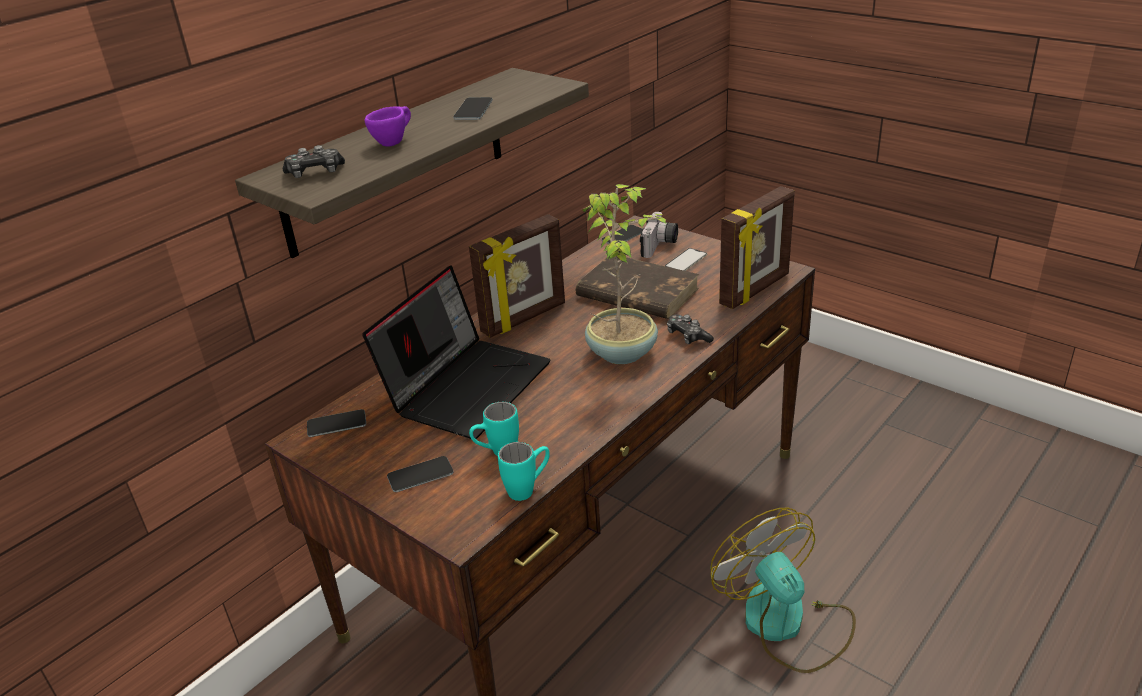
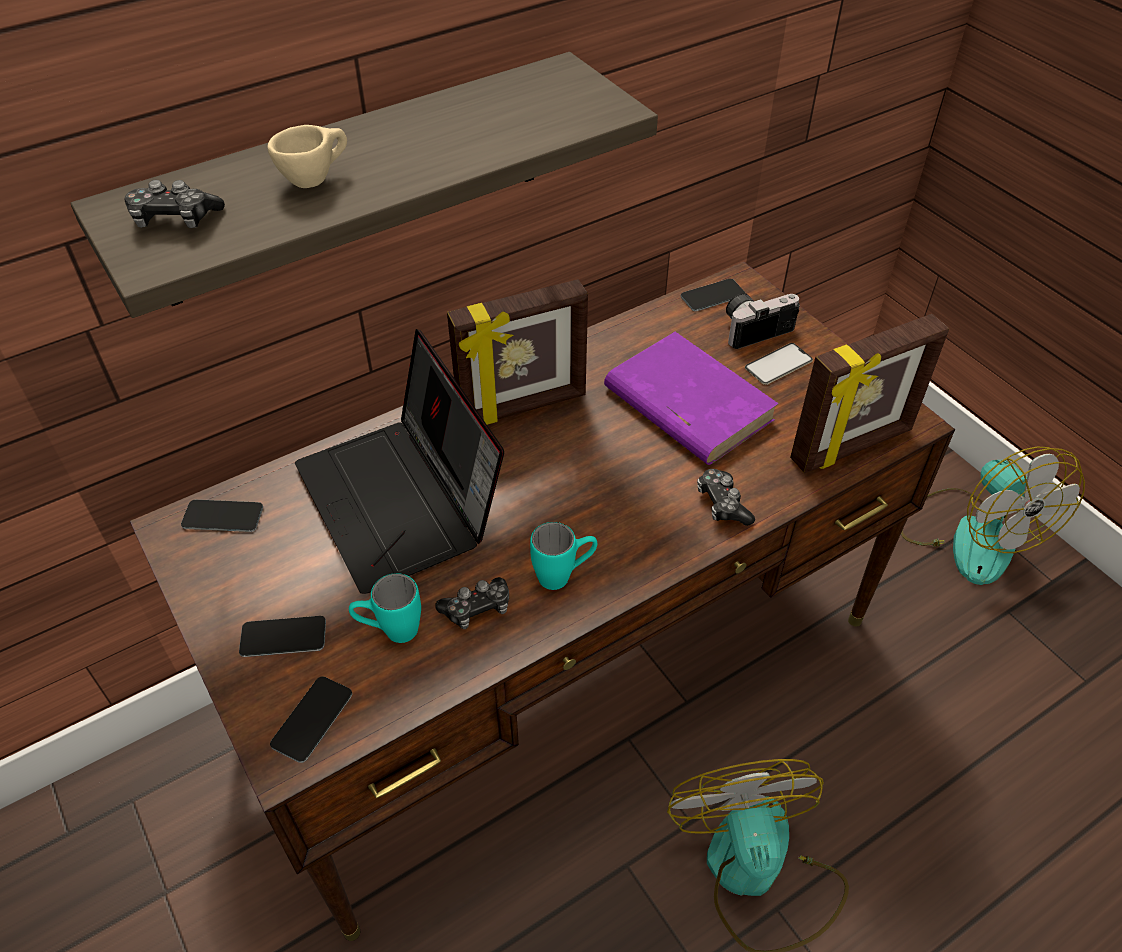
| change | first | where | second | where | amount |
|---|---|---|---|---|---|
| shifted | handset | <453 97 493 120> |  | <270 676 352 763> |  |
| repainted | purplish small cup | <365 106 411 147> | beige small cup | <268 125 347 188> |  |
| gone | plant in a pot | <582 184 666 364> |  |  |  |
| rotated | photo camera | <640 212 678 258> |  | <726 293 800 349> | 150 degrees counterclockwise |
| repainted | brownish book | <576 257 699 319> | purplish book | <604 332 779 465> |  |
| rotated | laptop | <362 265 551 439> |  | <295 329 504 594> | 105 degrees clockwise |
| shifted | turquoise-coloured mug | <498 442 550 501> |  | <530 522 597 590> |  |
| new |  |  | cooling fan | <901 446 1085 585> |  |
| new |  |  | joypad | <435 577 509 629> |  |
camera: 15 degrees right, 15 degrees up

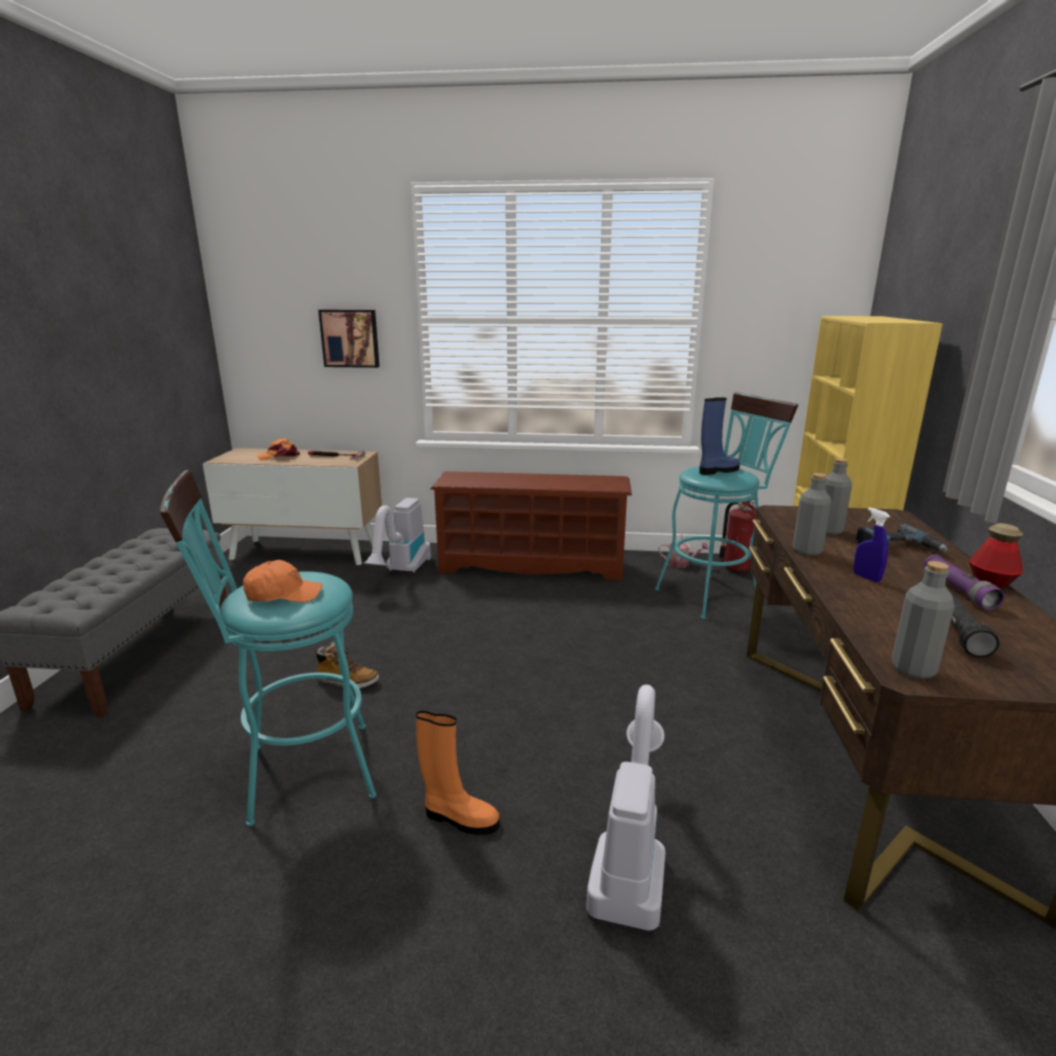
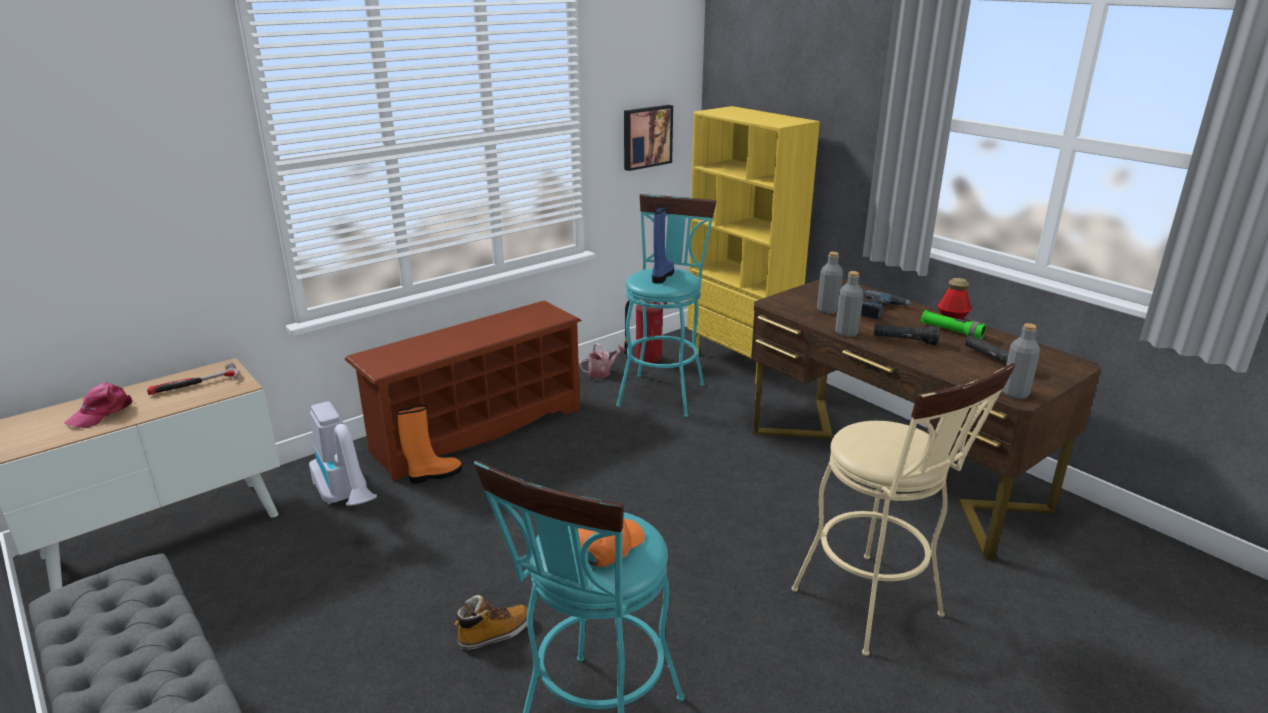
| change | first | where | second | where | amount |
|---|---|---|---|---|---|
| shifted | wall picture | <318 310 380 368> |  | <624 105 673 171> |  |
| repainted | orange cap | <256 438 300 460> | pinkish cap | <64 382 132 428> |  |
| swapped | blue spray bottle | <854 507 890 583> | black-coloured flashlight | <874 324 940 345> |  |
| repainted | purplish flashlight | <923 555 1004 610> | greenish flashlight | <921 310 986 340> |  |
| swapped | vacuum | <586 685 666 930> | beige stool | <791 363 1016 656> |  |
| shifted | orange boot | <416 711 500 835> |  | <397 405 462 484> |  |
camera: 45 degrees left, 5 degrees up

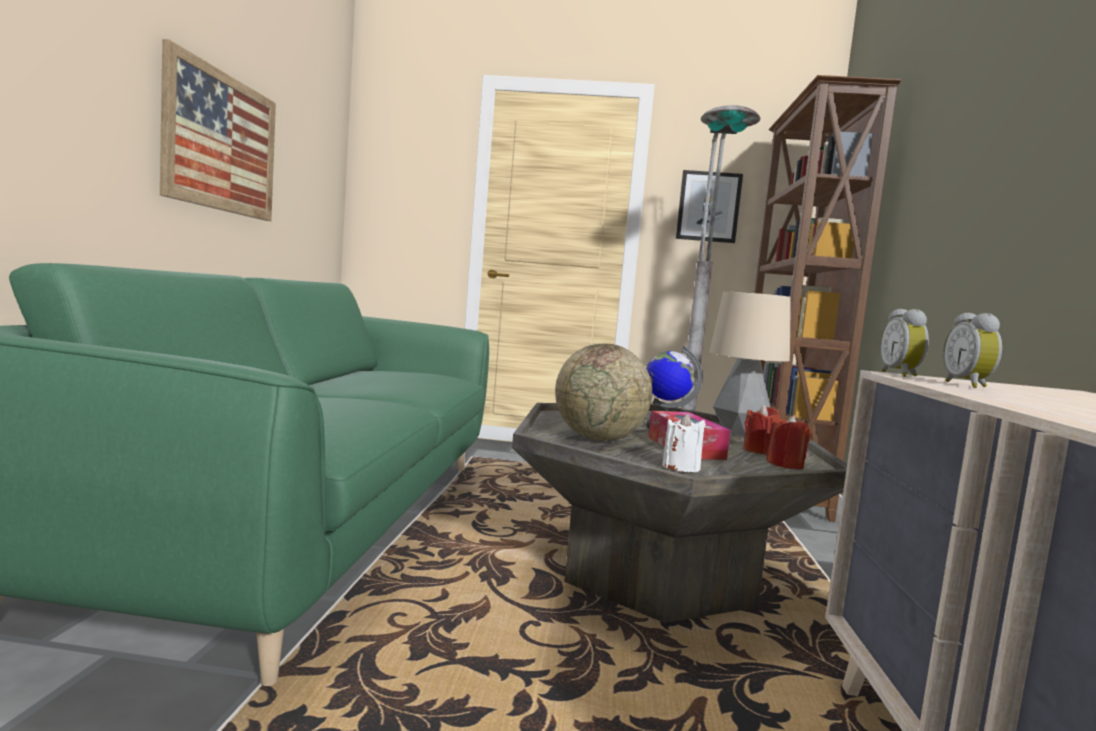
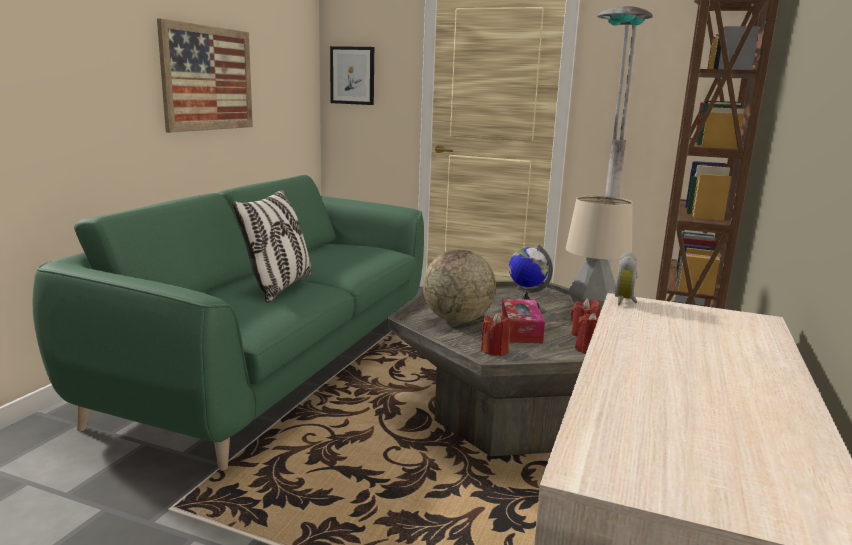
| change | first | where | second | where | amount |
|---|---|---|---|---|---|
| shifted | wall picture | <676 170 743 243> |  | <330 46 374 105> |  |
| gone | table clock | <943 313 1002 388> |  |  |  |
| repainted | whitish wax candle | <663 413 706 472> | red wax candle | <481 313 511 356> |  |
| new |  |  | pillow | <232 189 312 303> |  |
camera: 15 degrees right, 10 degrees up

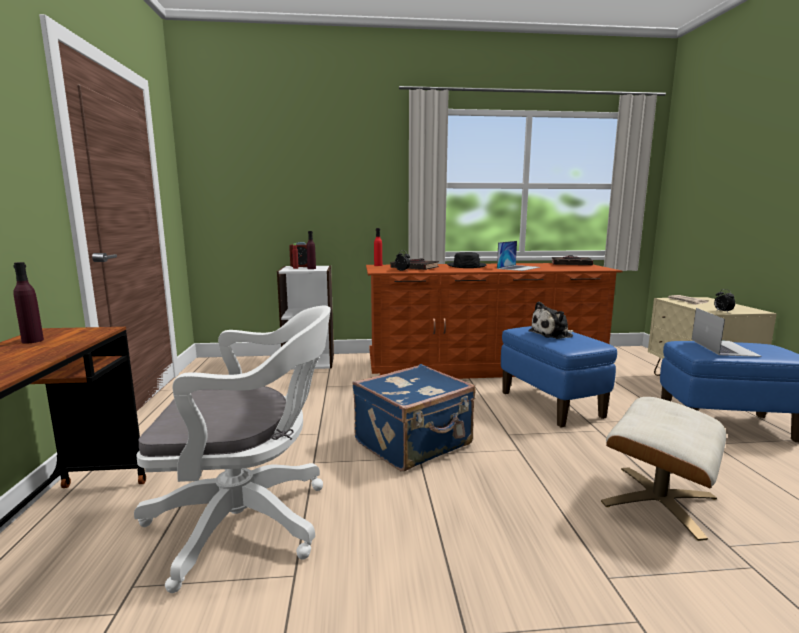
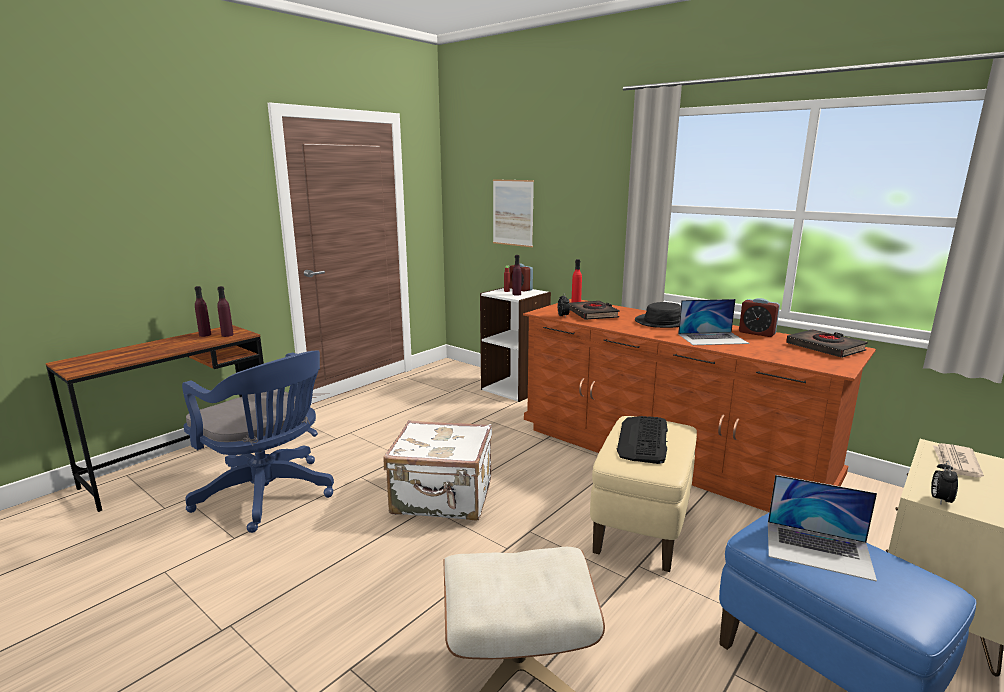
| change | first | where | second | where | amount |
|---|---|---|---|---|---|
| swapped | cuddly toy | <528 301 574 339> | PC keyboard | <617 416 668 464> |  |
| repainted | whitish office chair | <134 306 331 593> | blue office chair | <182 350 334 533> |  |
| rotated | laptop | <692 308 762 357> |  | <768 475 877 582> | 60 degrees clockwise |
| repainted | blue ottoman | <501 326 617 427> | beige ottoman | <590 416 697 572> |  |
| repainted | blue travel case | <352 364 476 471> | whitish travel case | <384 420 492 521> |  |
| new |  |  | wall picture | <493 179 534 247> |  |
| new |  |  | purplish bottle | <217 286 234 337> |  |
| new |  |  | table clock | <739 298 780 337> |  |
camera: 45 degrees right, 5 degrees up

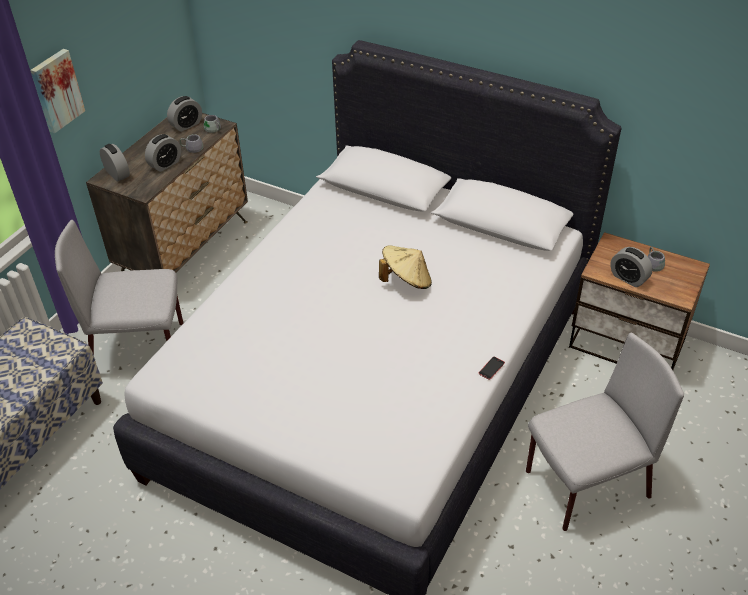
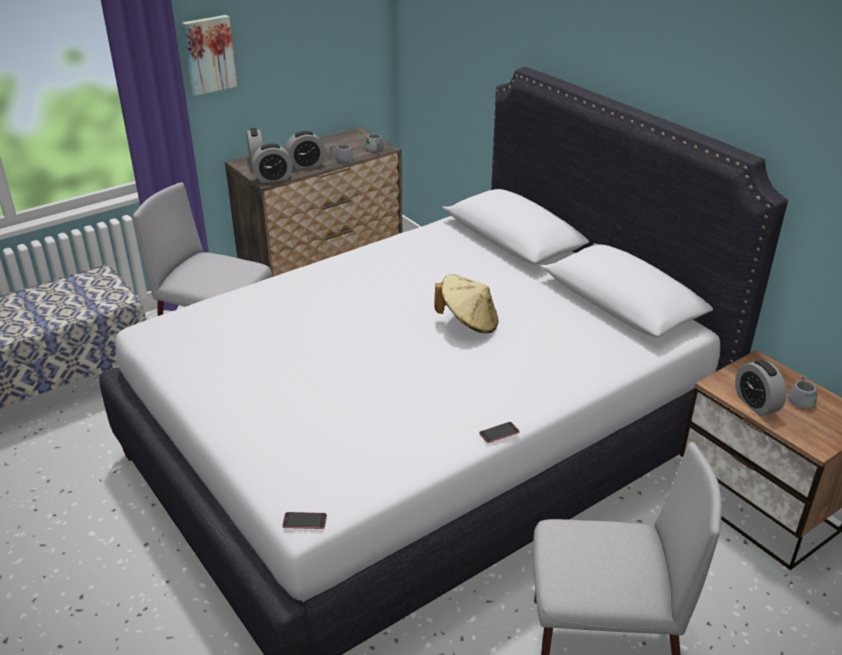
| change | first | where | second | where | amount |
|---|---|---|---|---|---|
| shifted | table clock | <167 96 202 132> |  | <252 144 293 183> |  |
| new |  |  | handset | <282 512 327 529> |  |
camera: 25 degrees right, 10 degrees down

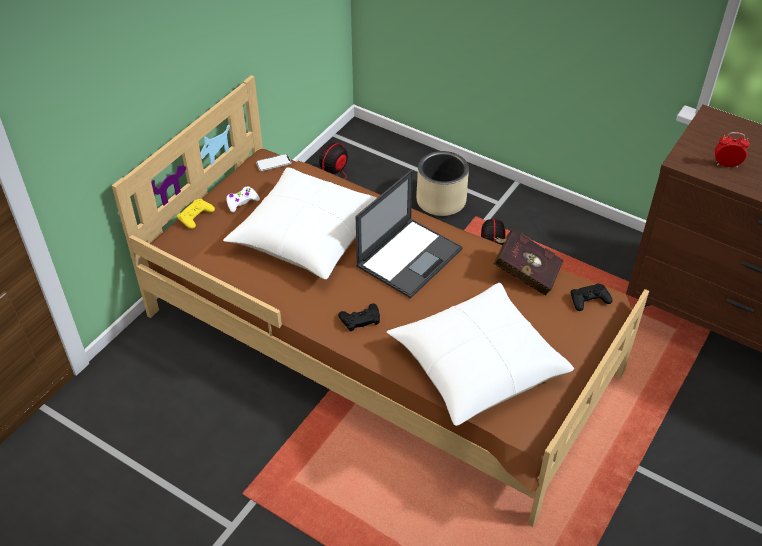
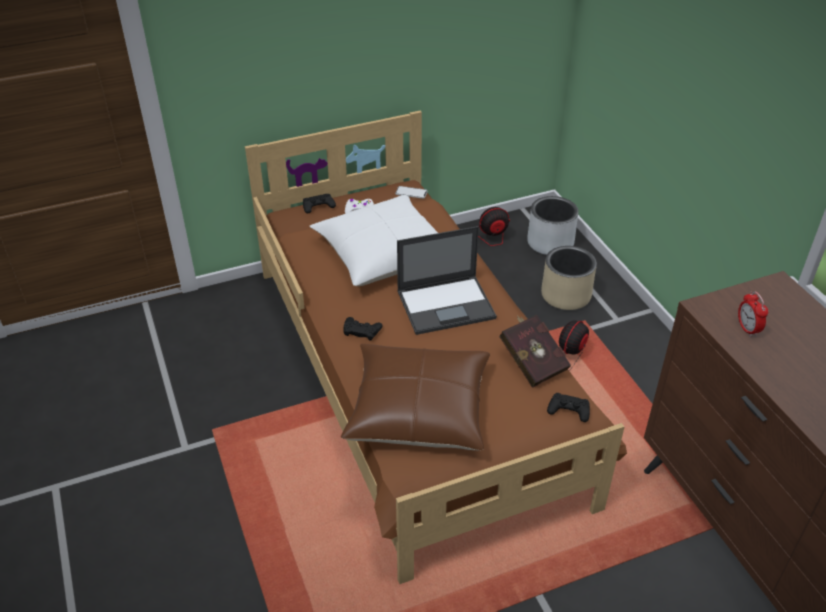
| change | first | where | second | where | amount |
|---|---|---|---|---|---|
| rotated | table clock | <715 132 750 168> |  | <738 291 768 337> | 150 degrees counterclockwise |
| repainted | yellow joypad | <177 199 215 229> | black-coloured joypad | <303 194 336 213> |  |
| repainted | whitish pillow | <387 283 574 426> | brownish pillow | <341 344 490 450> |  |
| new |  |  | grey flower pot | <527 196 579 255> |  |
camera: 35 degrees right, 5 degrees down

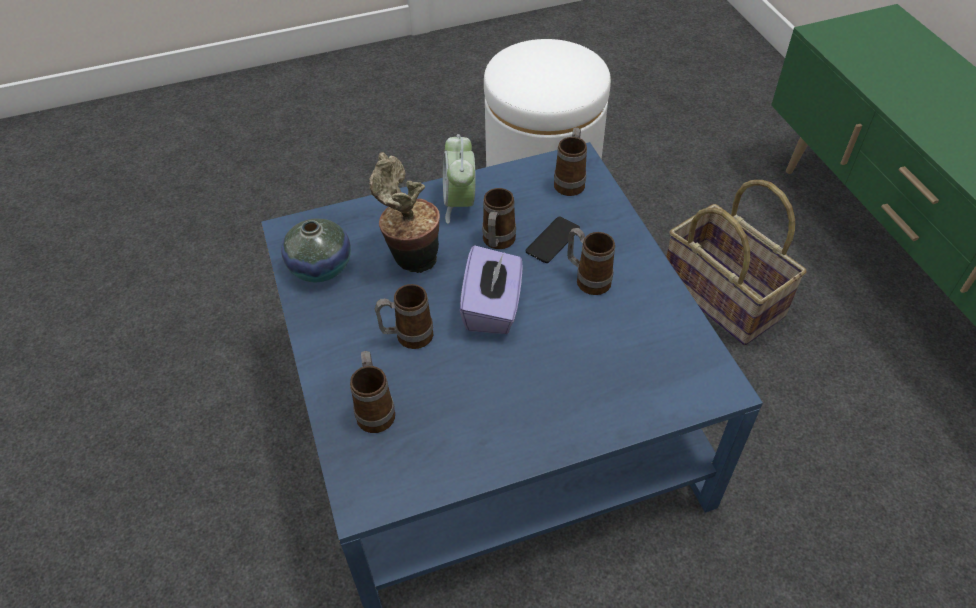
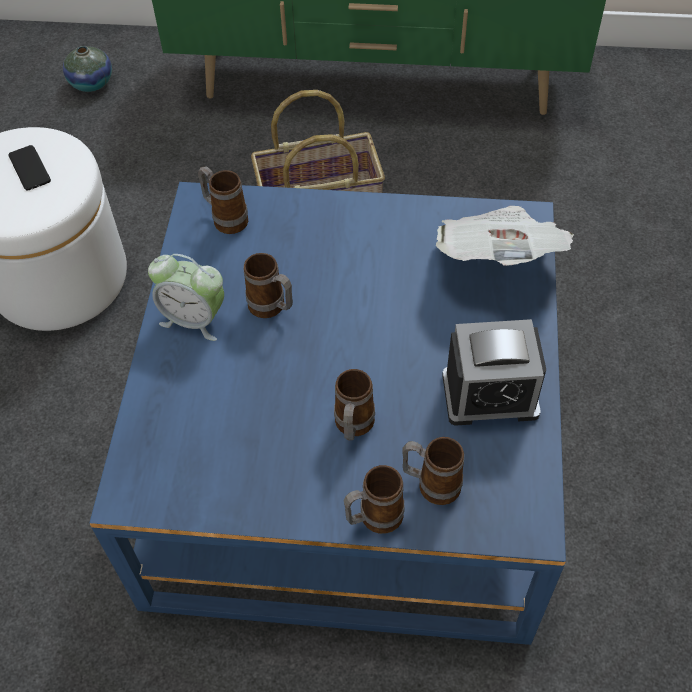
| change | first | where | second | where | amount |
|---|---|---|---|---|---|
| gone | plant in a pot | <369 152 440 273> |  |  |  |
| shifted | handset | <526 217 580 263> |  | <9 145 51 191> |  |
| shifted | flower vase | <281 218 351 282> |  | <63 46 112 92> |  |
| shifted | mug | <567 228 615 295> |  | <344 465 404 534> |  |
| gone | purplish tissue box | <460 245 523 334> |  |  |  |
| new |  |  | daily paper | <436 206 574 266> |  |
| new |  |  | table clock | <442 319 546 426> |  |
camera: 65 degrees left, 5 degrees up

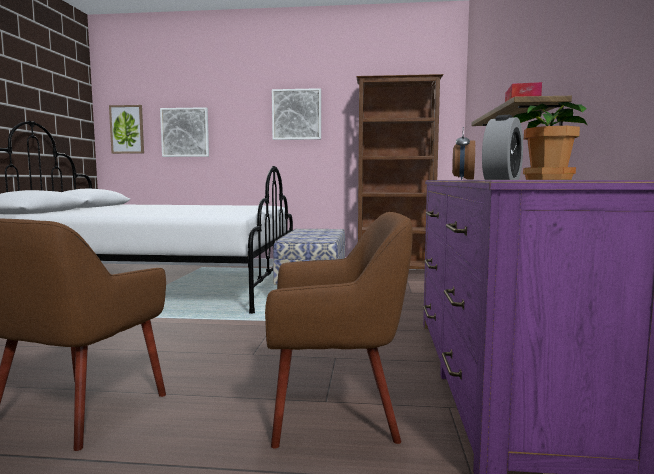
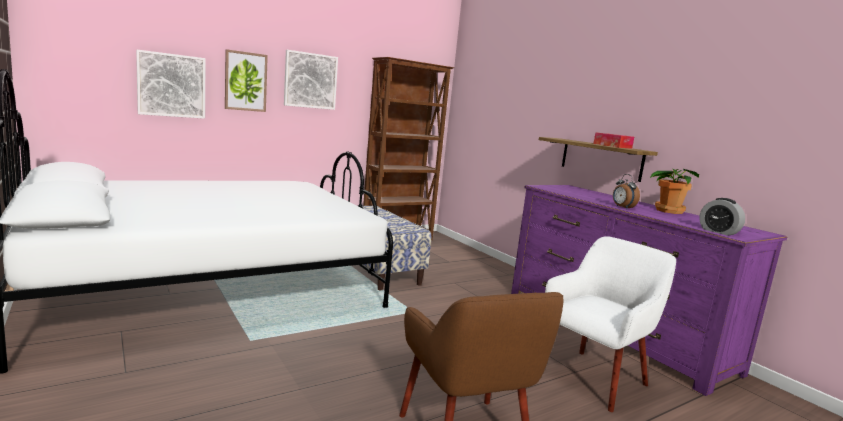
| change | first | where | second | where | amount |
|---|---|---|---|---|---|
| shifted | wall picture | <109 105 144 154> |  | <225 49 268 112> |  |
| rotated | table clock | <482 115 523 180> |  | <699 198 745 236> | 150 degrees clockwise |
| repainted | brownish armchair | <265 212 413 449> | whitish armchair | <545 236 676 412> |  |
camera: 40 degrees left, 5 degrees up

